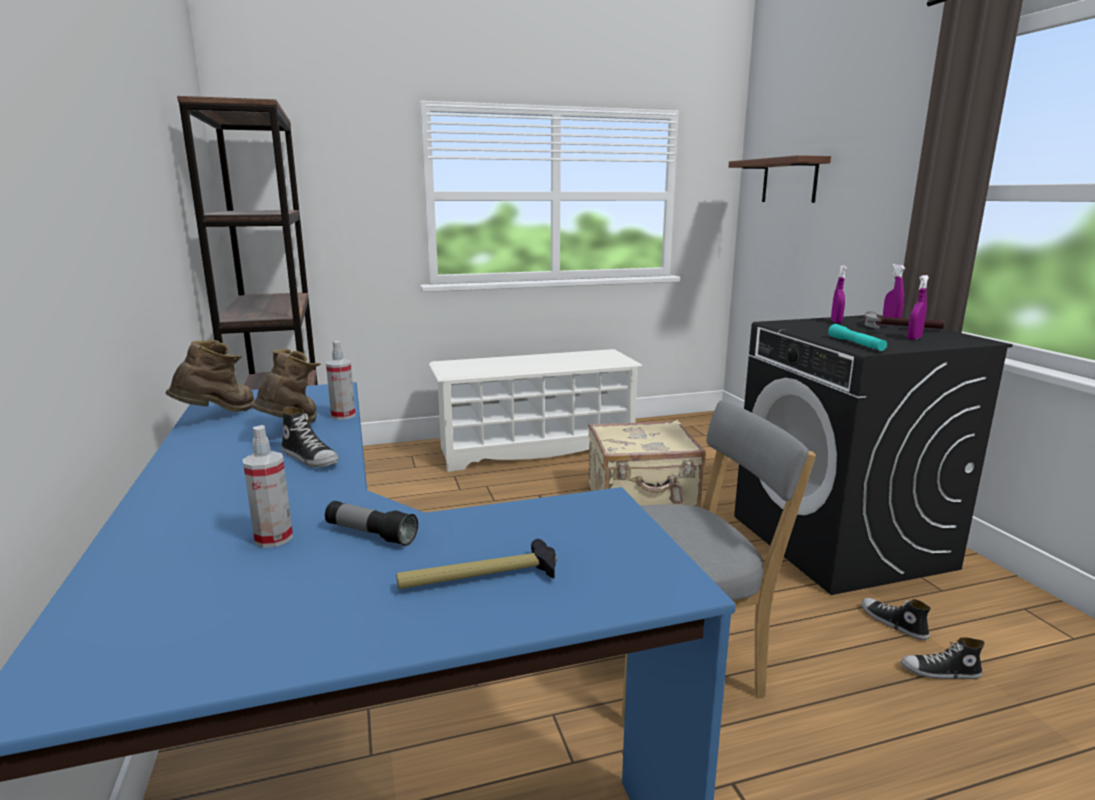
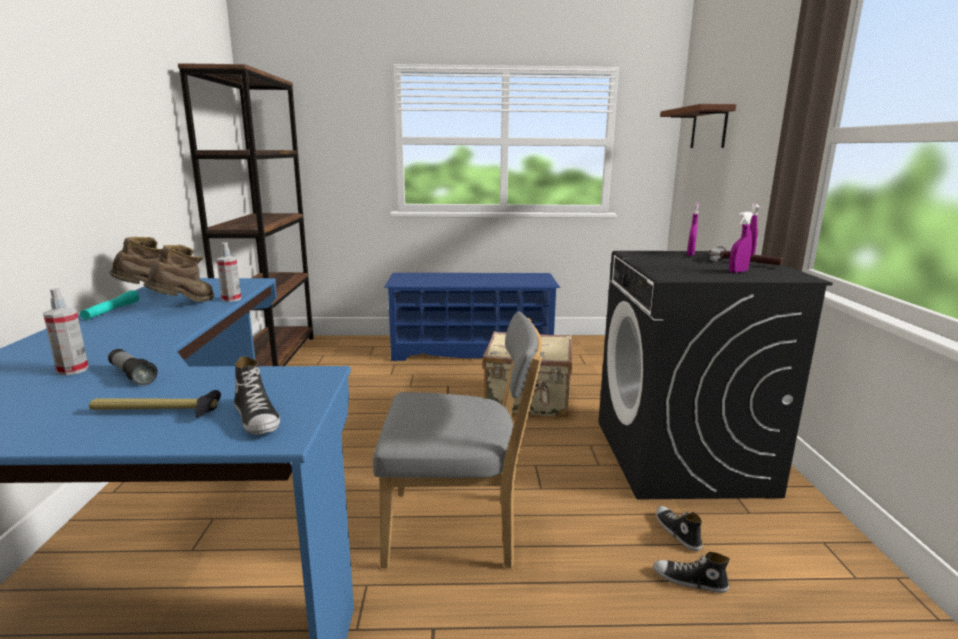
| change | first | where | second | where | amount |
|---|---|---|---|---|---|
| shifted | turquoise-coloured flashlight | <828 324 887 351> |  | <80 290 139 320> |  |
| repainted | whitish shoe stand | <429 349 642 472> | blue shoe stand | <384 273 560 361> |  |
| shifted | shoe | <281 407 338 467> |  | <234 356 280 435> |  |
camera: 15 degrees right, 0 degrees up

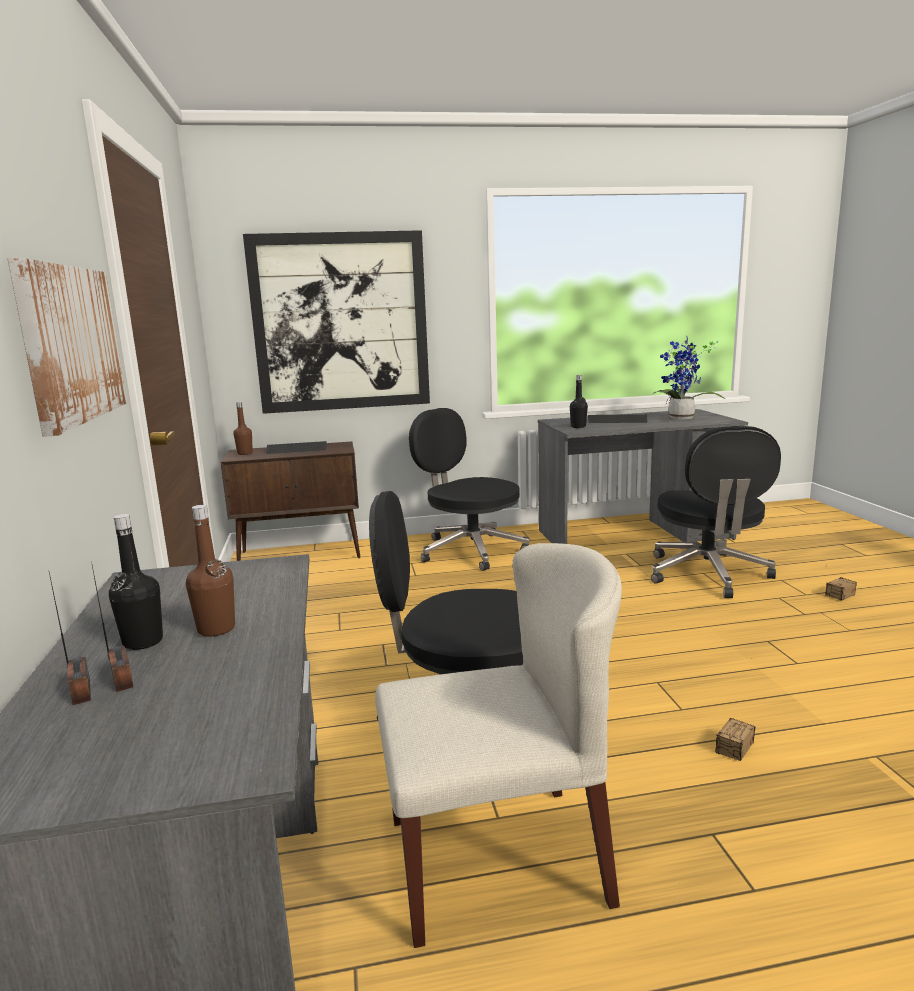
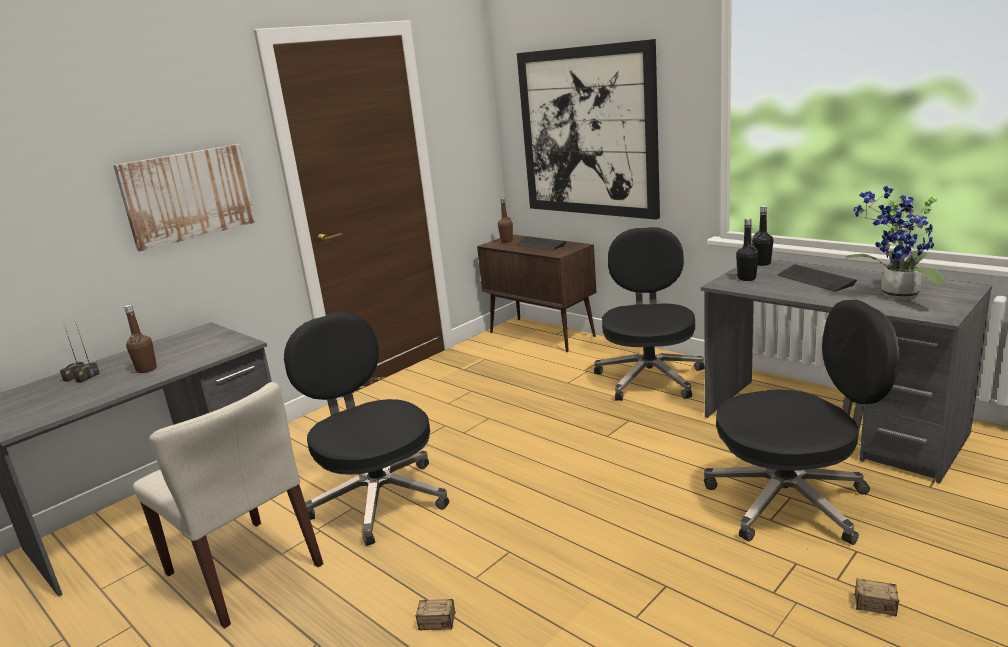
| change | first | where | second | where | amount |
|---|---|---|---|---|---|
| rotated | black-coloured office chair | <651 426 781 598> |  | <704 300 899 545> | 150 degrees counterclockwise |
| shifted | black-coloured bottle | <109 514 163 650> |  | <752 206 773 266> |  |
camera: 55 degrees right, 5 degrees up

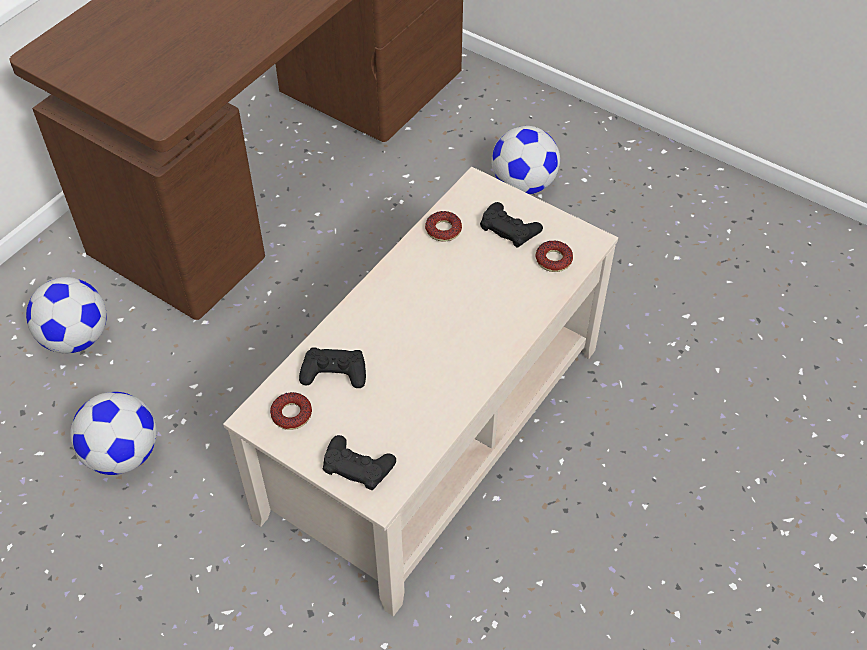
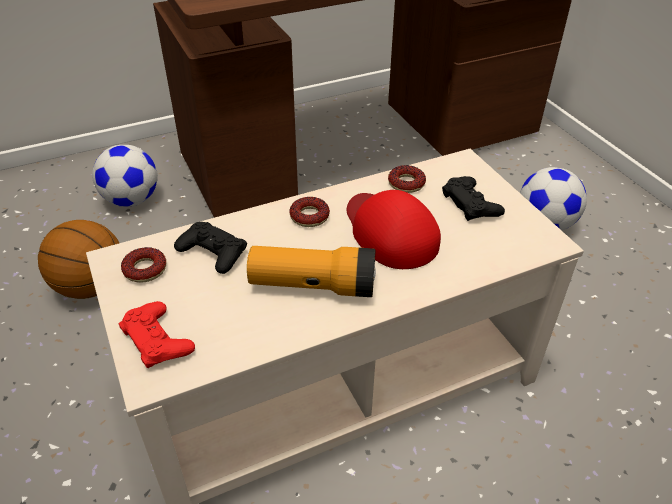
| change | first | where | second | where | amount |
|---|---|---|---|---|---|
| shifted | ring doughnut | <535 240 573 272> |  | <289 197 330 227> |  |
| swapped | football | <70 392 157 475> | basketball | <38 220 119 299> |  |
| repainted | black-coloured joypad | <323 435 396 490> | red joypad | <119 301 195 368> |  |
| new |  |  | red cap | <346 190 441 269> |  |
| new |  |  | flashlight | <247 246 376 297> |  |
camera: 30 degrees right, 10 degrees down

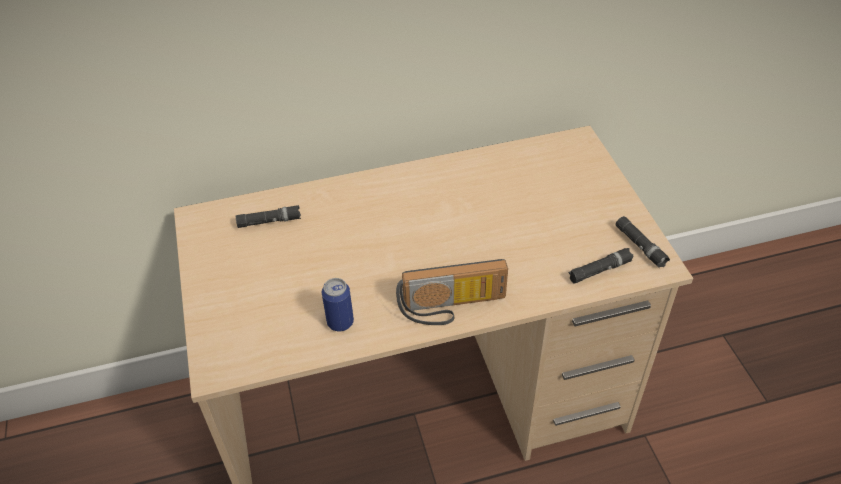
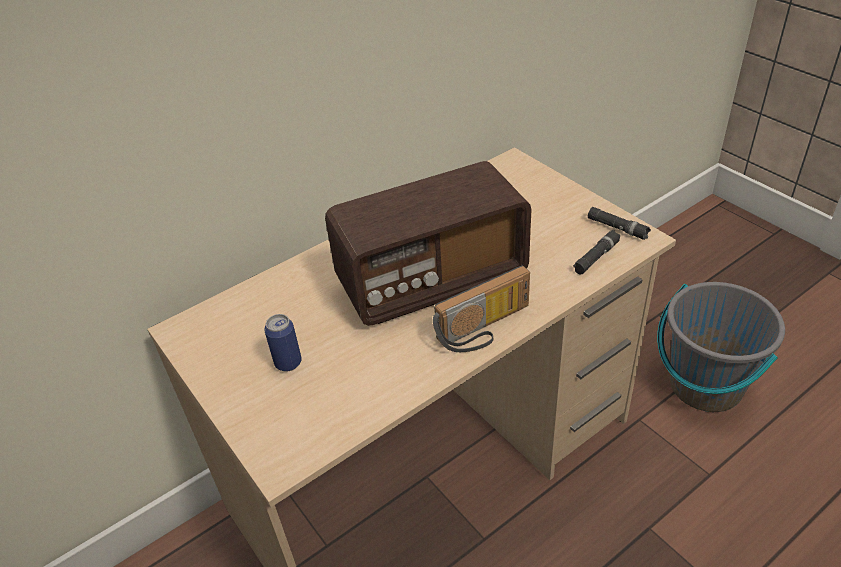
| change | first | where | second | where | amount |
|---|---|---|---|---|---|
| gone | black-coloured flashlight | <236 205 301 228> |  |  |  |
| shifted | can | <322 278 354 331> |  | <264 314 302 371> |  |
| new |  |  | radio | <325 161 531 326> |  |
| new |  |  | grey bucket | <657 282 785 412> |  |
camera: 20 degrees left, 5 degrees down

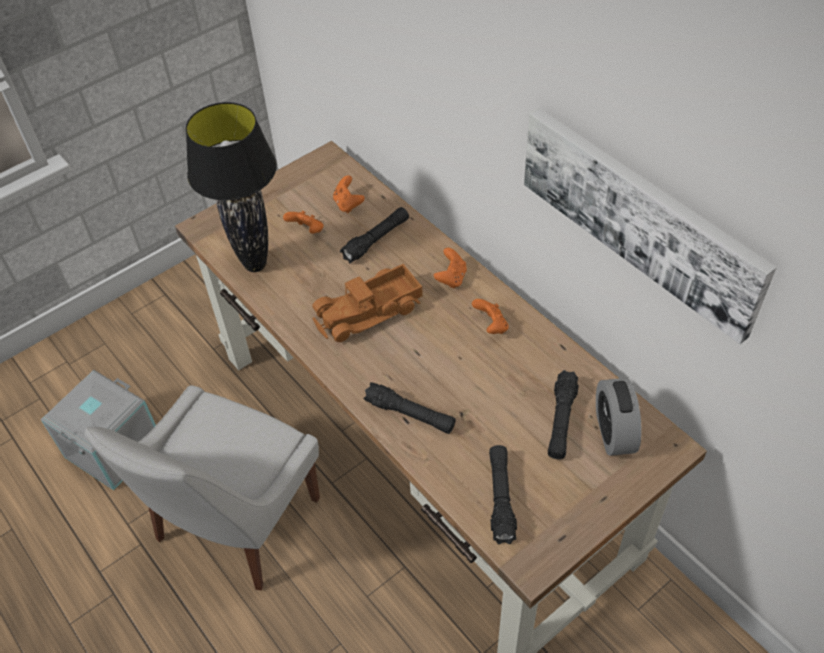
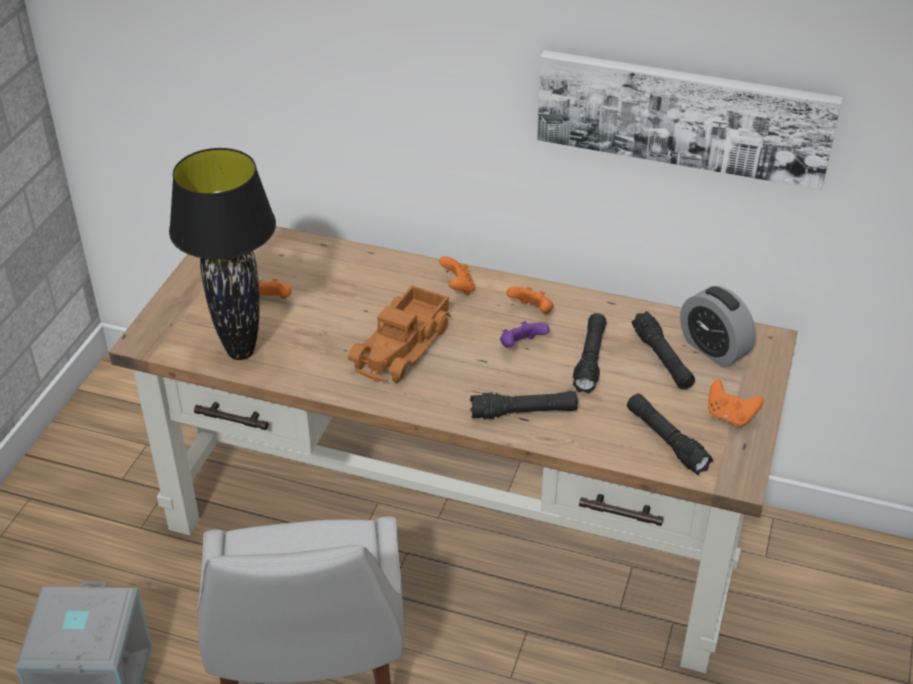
| change | first | where | second | where | amount |
|---|---|---|---|---|---|
| shifted | orange joypad | <333 175 365 213> |  | <708 380 763 427> |  |
| shifted | black-coloured flashlight | <340 207 409 263> |  | <573 313 607 394> |  |
| new |  |  | purplish joypad | <500 321 550 347> |  |
camera: 35 degrees left, 10 degrees down

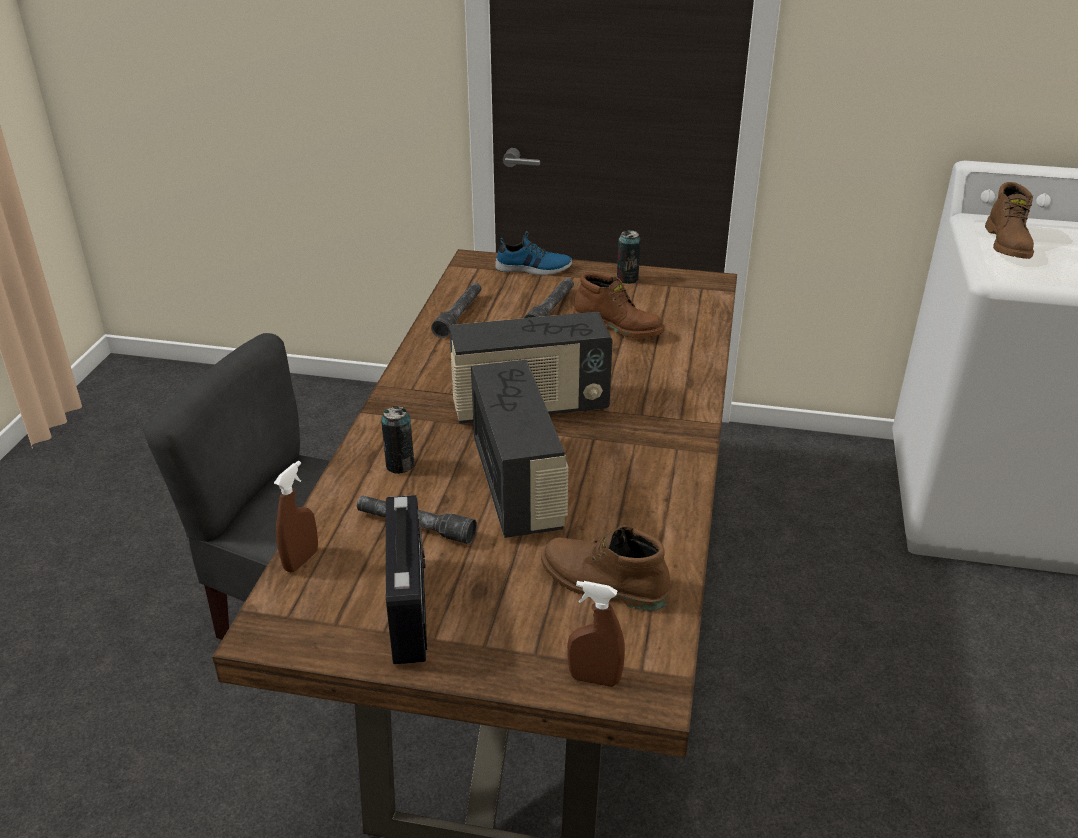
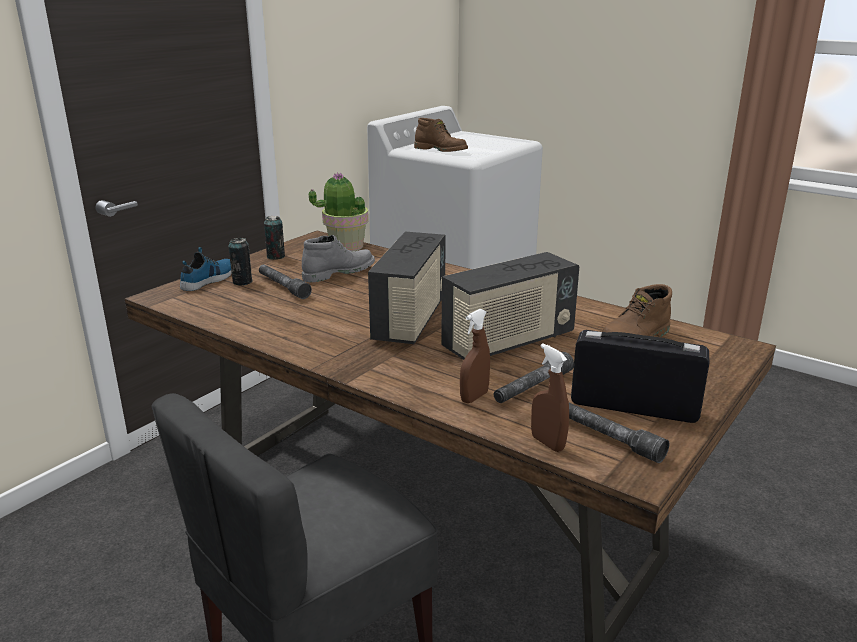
| change | first | where | second | where | amount |
|---|---|---|---|---|---|
| repainted | brownish boot | <573 273 664 338> | grey boot | <302 235 375 283> |  |
| shifted | grey flashlight | <431 282 481 338> |  | <569 403 669 463> |  |
| rotated | radio | <471 360 569 538> |  | <441 252 579 360> | 135 degrees clockwise |
| shifted | can | <381 406 414 474> |  | <228 238 253 285> |  |
| shifted | brownish spray bottle | <567 581 625 687> |  | <460 309 490 403> |  |
| new |  |  | plant in a pot | <309 172 369 251> |  |
camera: 65 degrees left, 10 degrees down

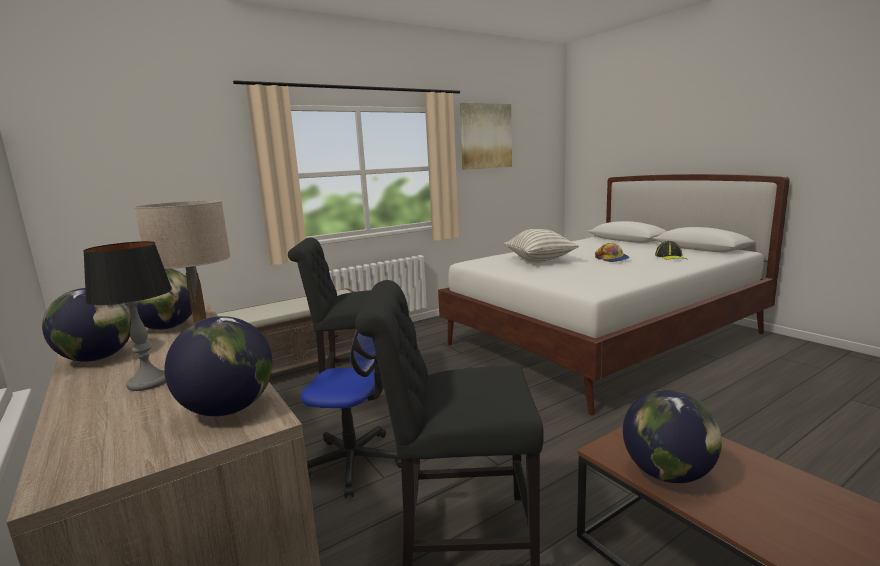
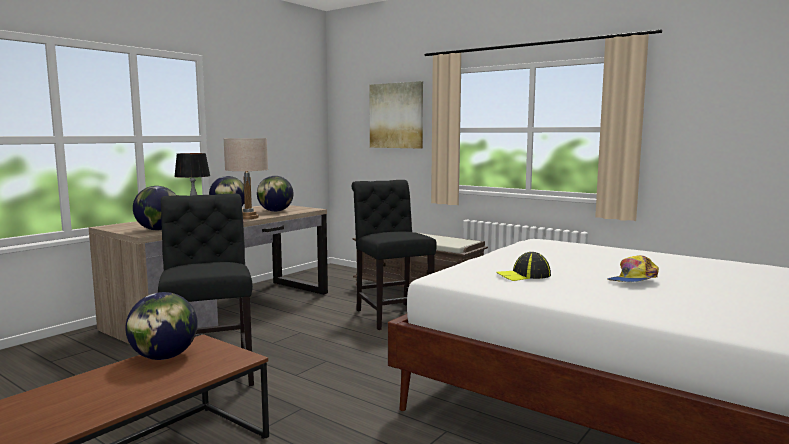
| change | first | where | second | where | amount |
|---|---|---|---|---|---|
| shifted | wall picture | <460 103 512 170> |  | <369 81 423 148> |  |
| gone | pillow | <503 229 579 263> |  |  |  |
| shifted | cap | <655 241 687 260> |  | <496 252 551 281> |  |
| gone | office chair | <301 330 401 498> |  |  |  |
camera: 70 degrees right, 5 degrees down

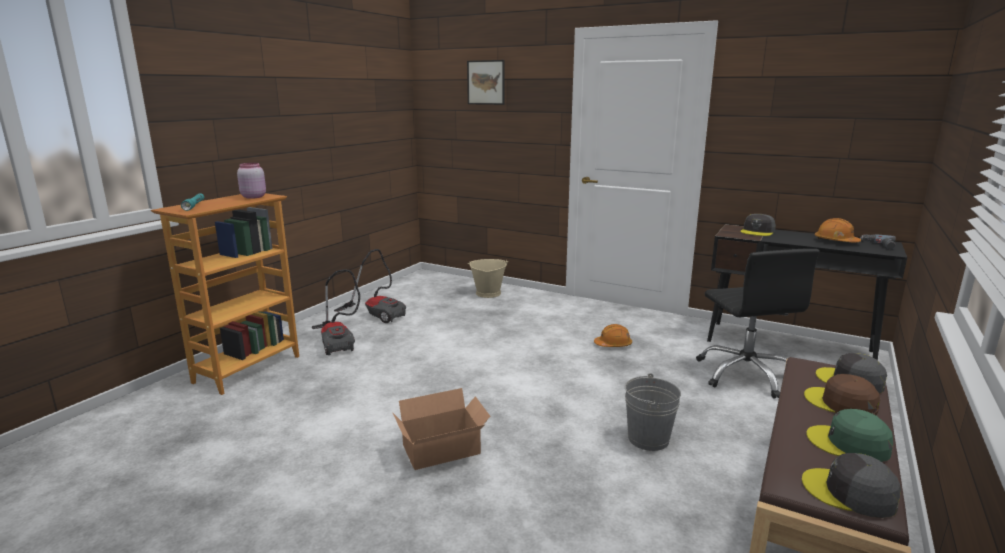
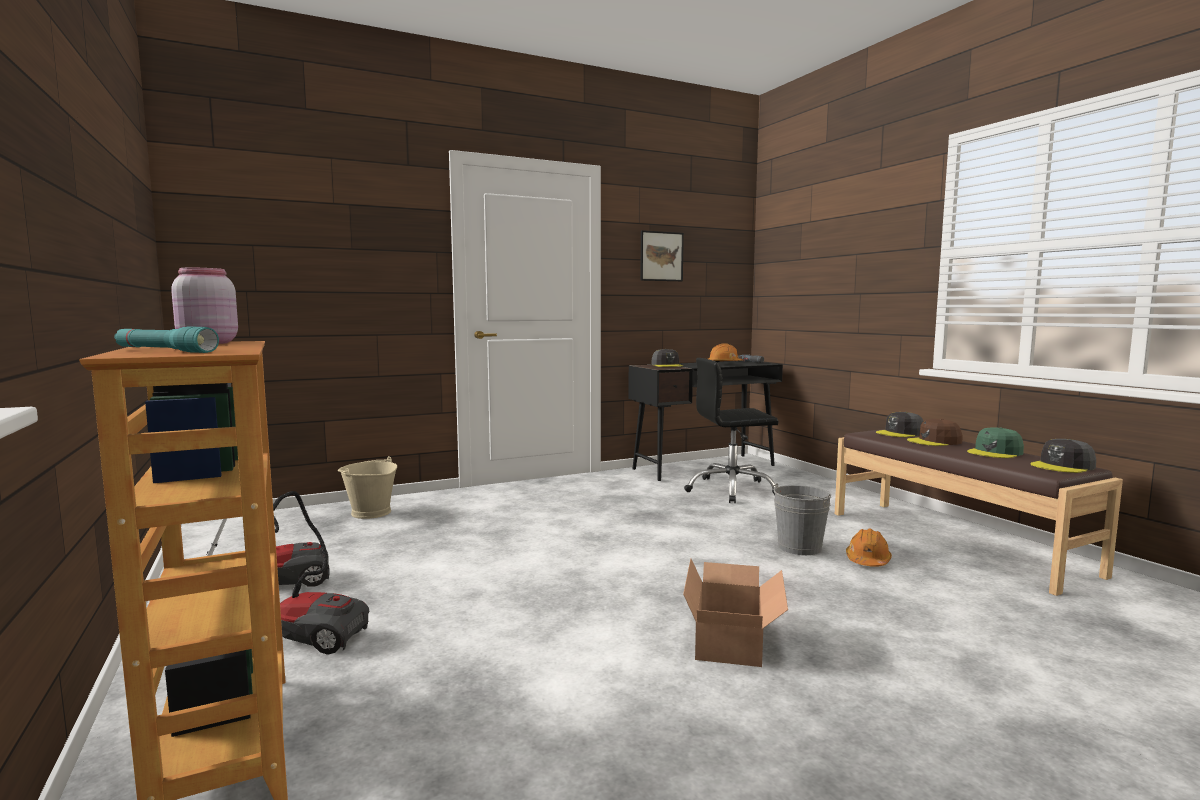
| change | first | where | second | where | amount |
|---|---|---|---|---|---|
| shifted | wall picture | <467 60 505 105> |  | <640 230 684 281> |  |
| rotated | black-coloured office chair | <696 249 819 399> |  | <684 358 778 503> | 150 degrees clockwise |
| shifted | orange work helmet | <594 324 632 347> |  | <846 529 892 567> |  |
camera: 55 degrees left, 10 degrees down

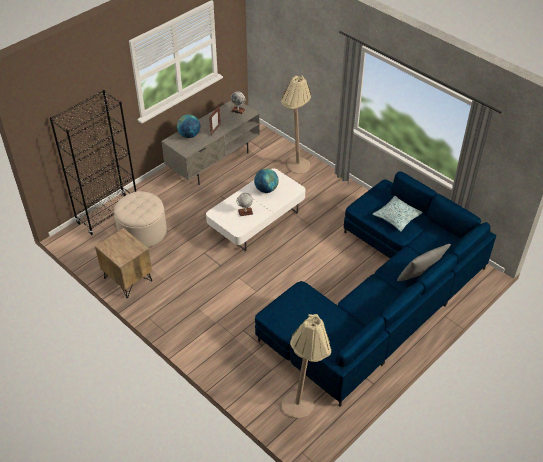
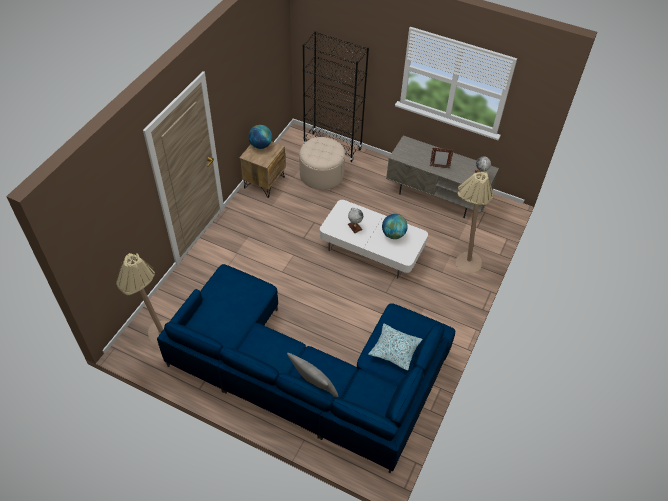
| change | first | where | second | where | amount |
|---|---|---|---|---|---|
| shifted | globe | <177 114 200 138> |  | <248 125 272 149> |  |
camera: 70 degrees right, 5 degrees up

